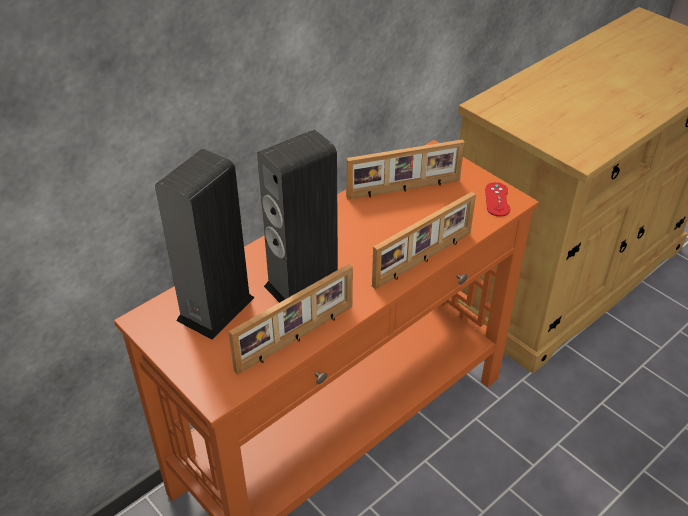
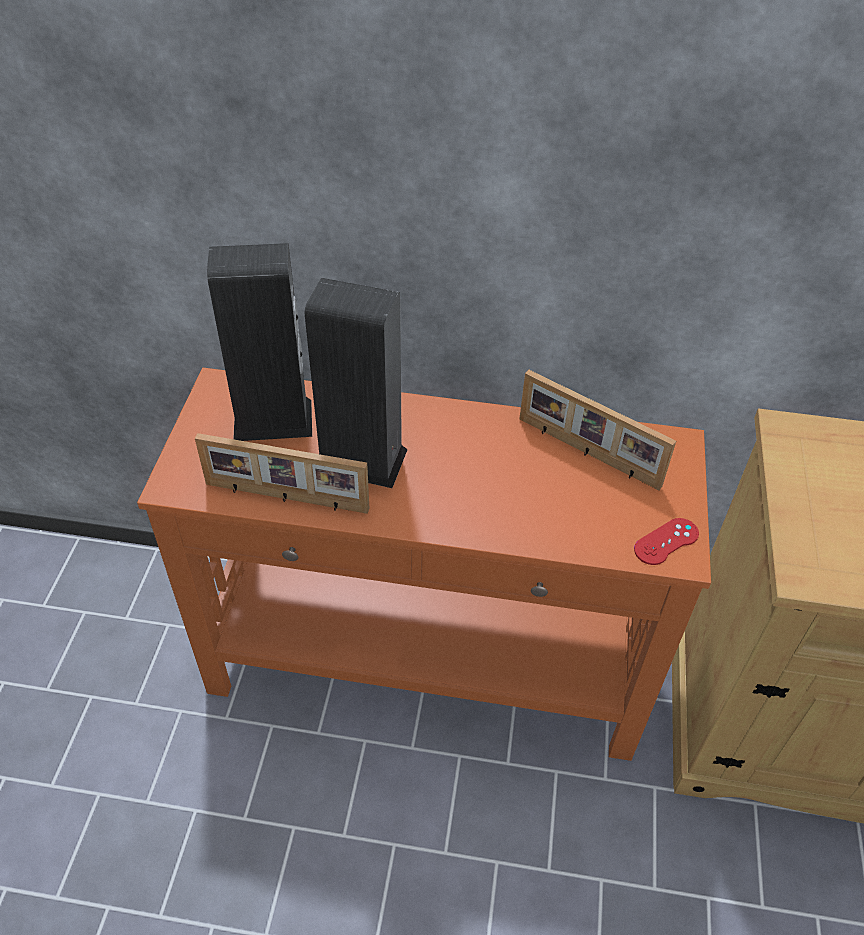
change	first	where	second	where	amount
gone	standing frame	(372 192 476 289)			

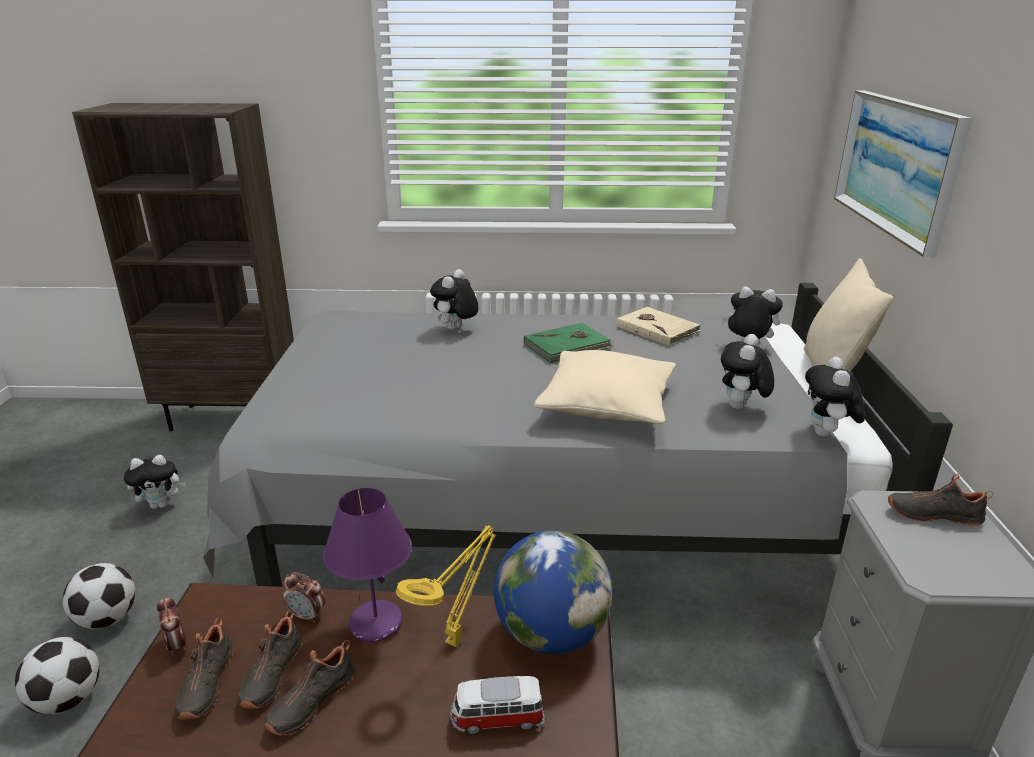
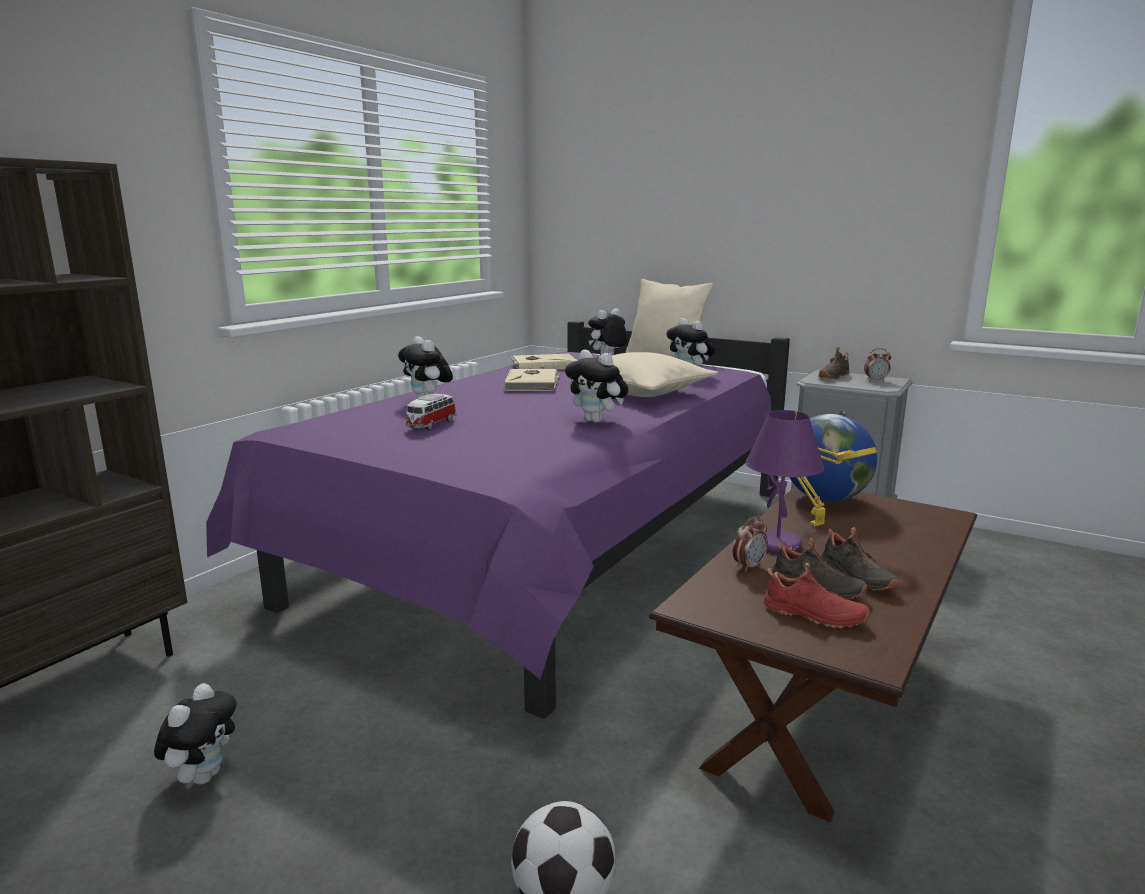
change	first	where	second	where	amount
gone	wall picture	(834 90 972 257)			
repainted	sleeping bed/grey	(203 283 953 587)	sleeping bed/purple	(206 321 790 719)	
repainted	bound book/greenish	(524 323 614 363)	bound book/beige-coloured	(504 369 560 391)	
shifted	plush toy	(805 357 865 437)		(565 350 629 423)	
gone	football	(63 563 135 629)			
shifted	table clock	(157 596 186 656)		(864 348 891 381)	
repainted	low shoe/blackish	(175 617 234 720)	low shoe/red-coloured	(764 563 870 628)	
shifted	toy car	(450 676 545 734)		(406 394 457 430)	

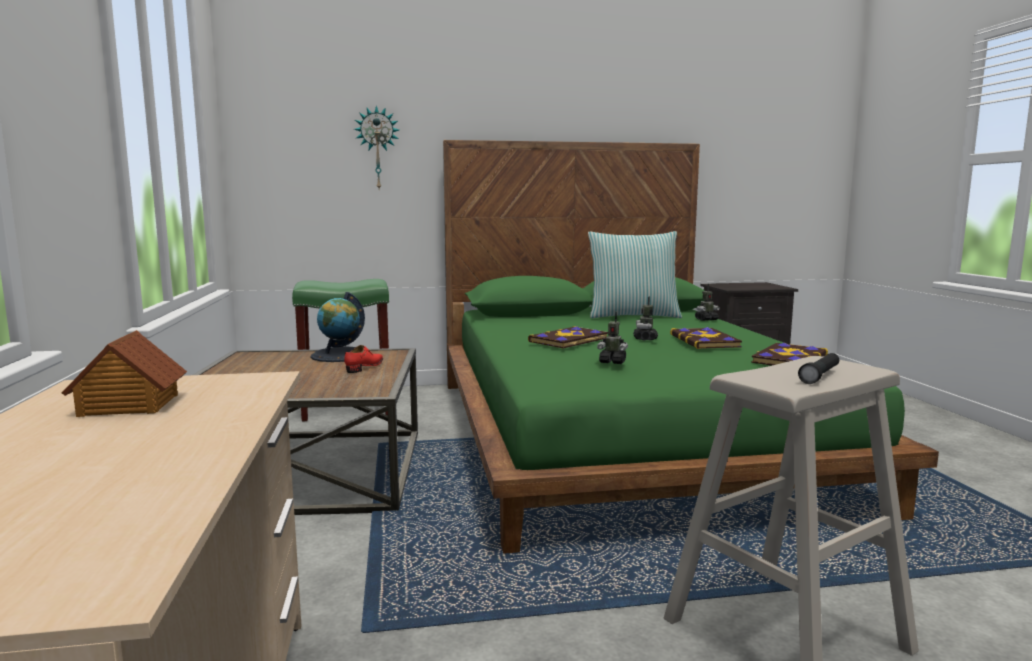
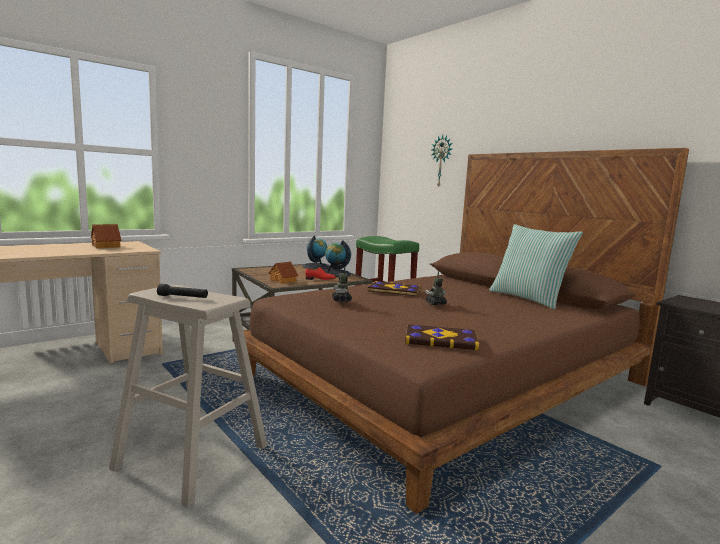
change	first	where	second	where	amount
repainted	sleeping bed/greenish	(443 140 939 554)	sleeping bed/brownish	(232 148 689 514)	
gone	model robot	(695 284 720 321)			
gone	bound book	(670 327 742 349)			
new			world globe	(302 236 330 269)	
new			miniature house	(268 262 298 284)	

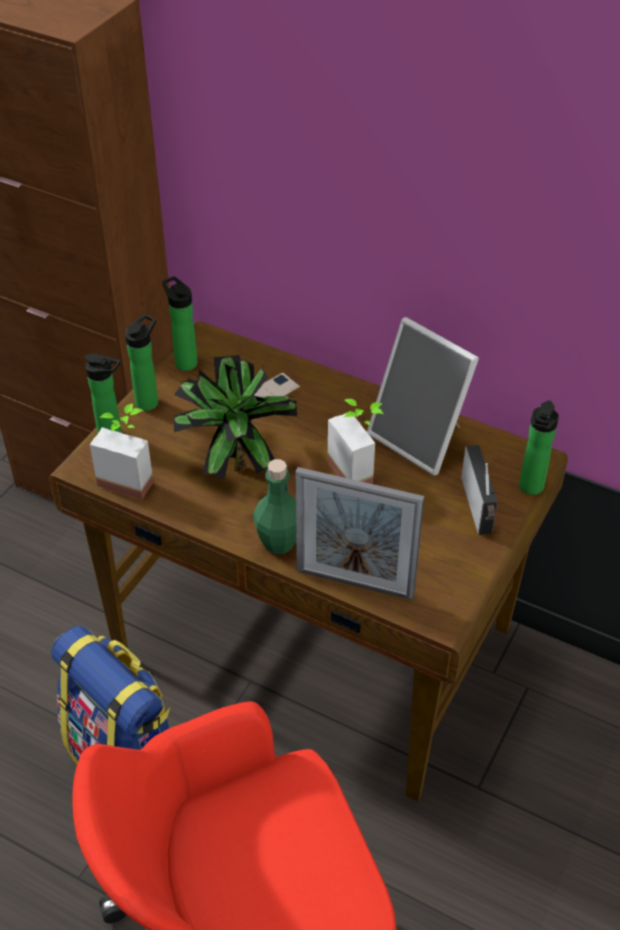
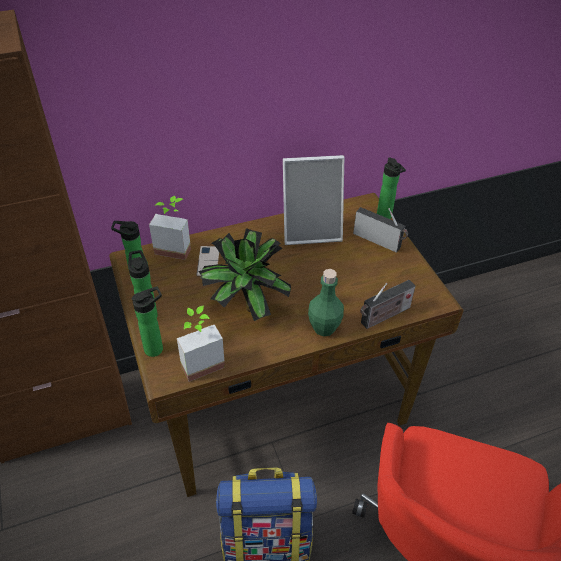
change	first	where	second	where	amount
shifted	houseplant	(328 399 383 484)		(149 196 191 260)	
swapped	standing frame	(296 467 424 600)	radio	(360 280 415 329)	

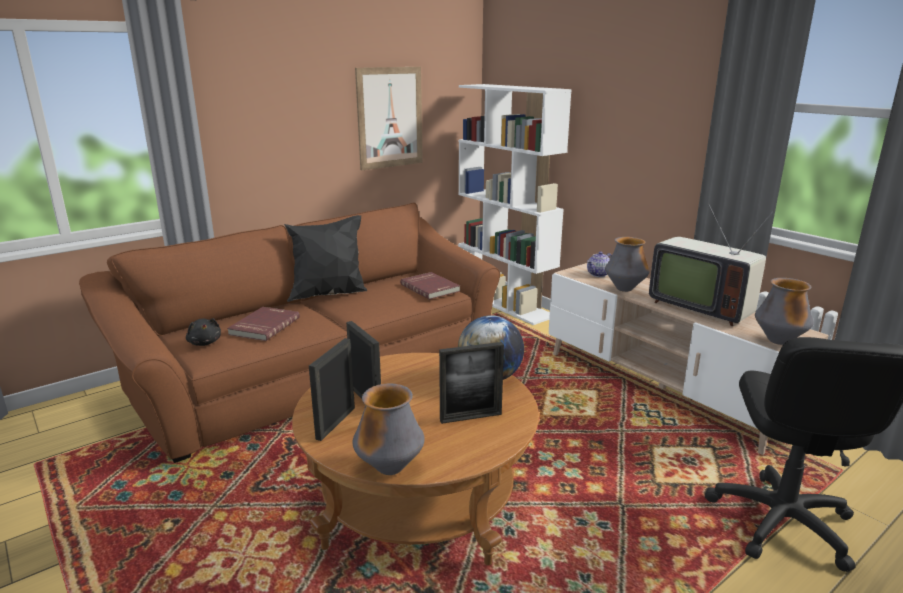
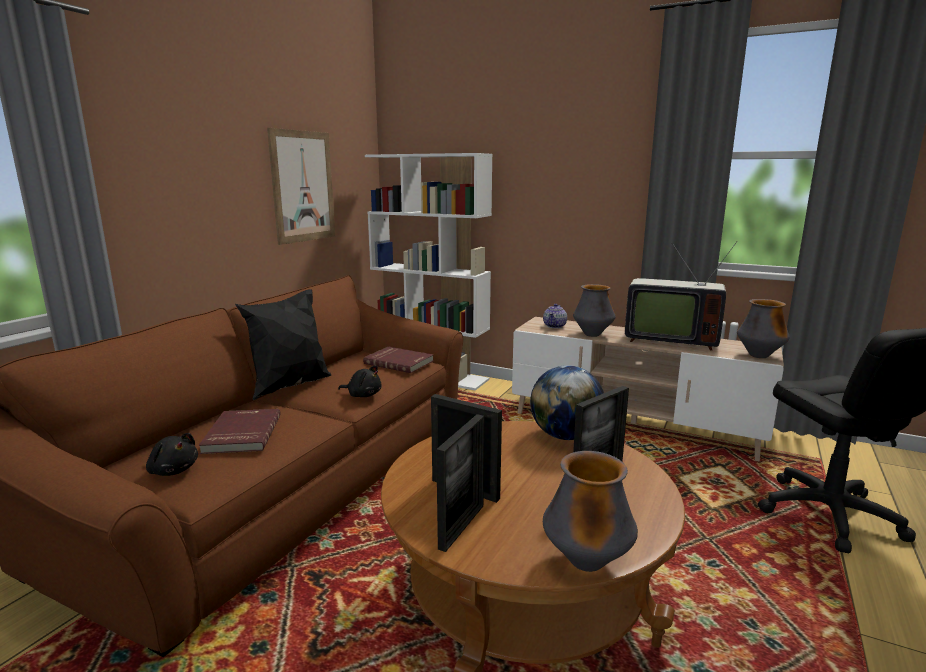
change	first	where	second	where	amount
rotated	standing frame	(309 338 355 441)		(436 414 484 552)	150 degrees counterclockwise
new			plush toy/blackish	(338 365 382 397)	

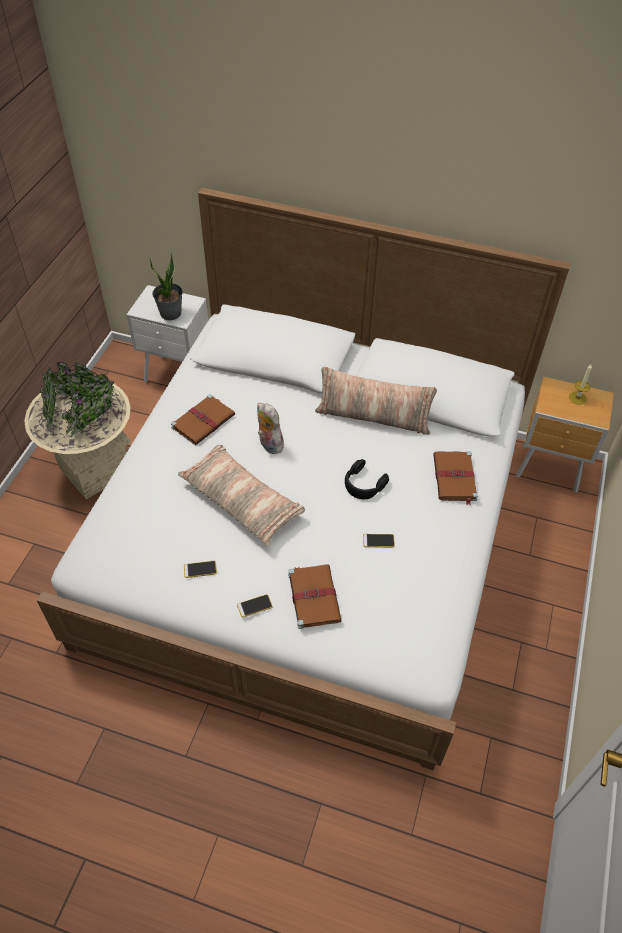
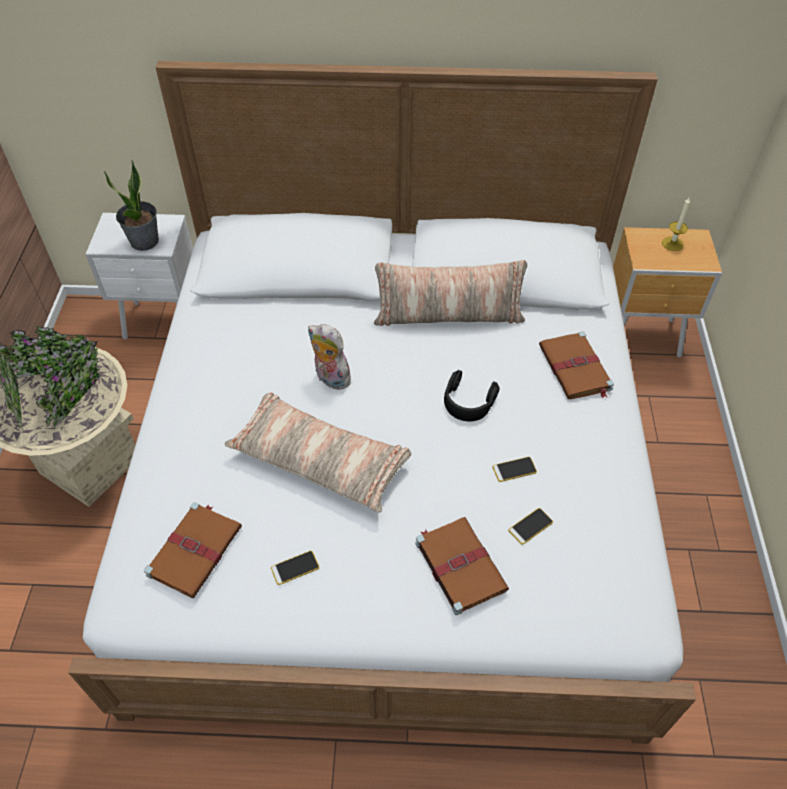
change	first	where	second	where	amount
shifted	bound book/brownish	(171 394 235 445)		(144 502 242 599)	
shifted	handset	(237 594 273 617)		(509 508 553 545)	

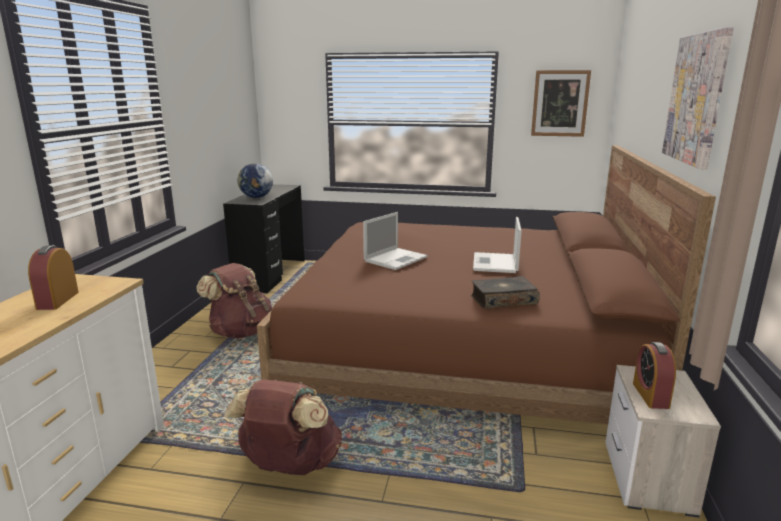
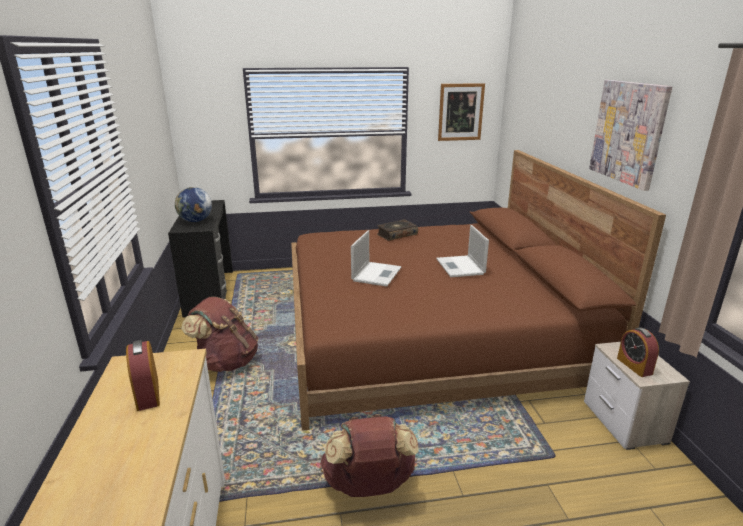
change	first	where	second	where	amount
shifted	bound book	(471 276 540 309)		(377 219 418 241)	

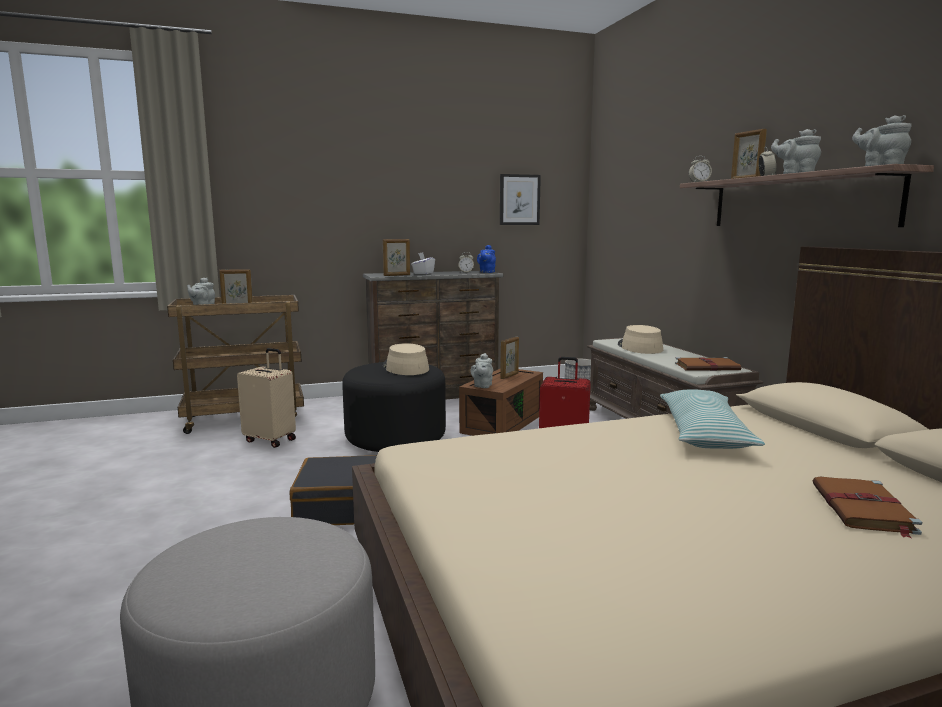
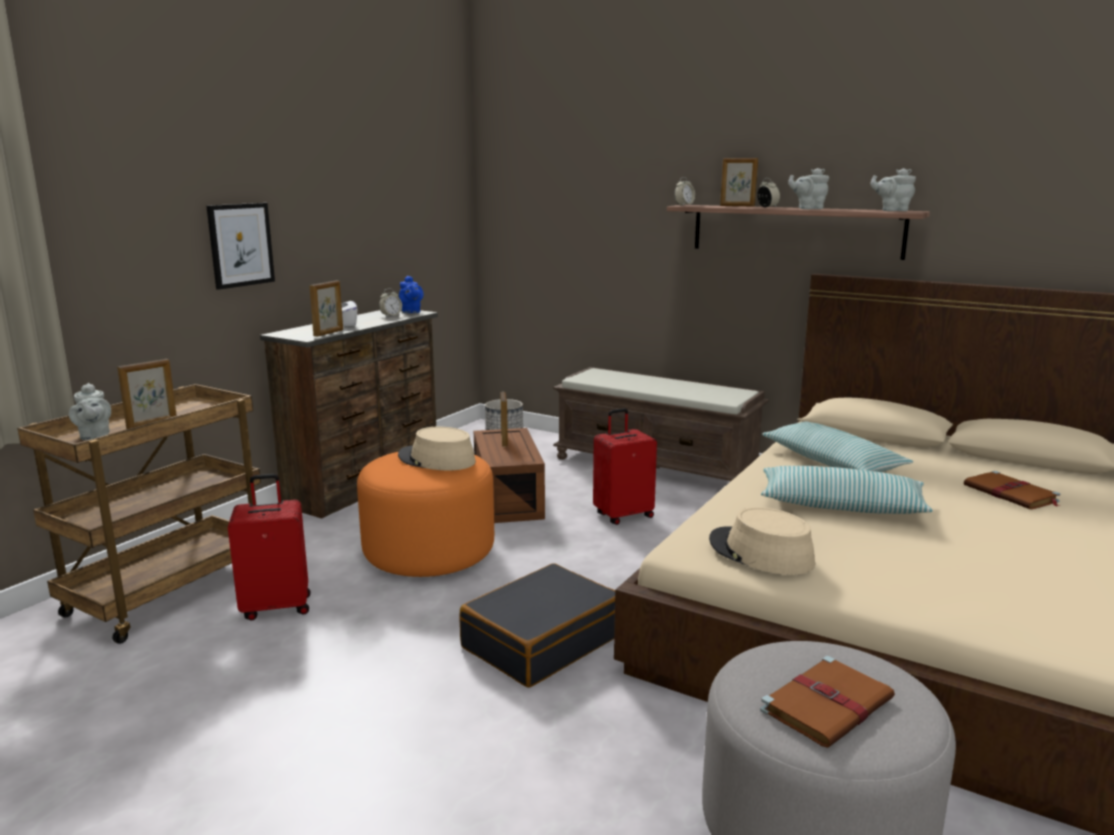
change	first	where	second	where	amount
shifted	wall picture	(500 174 541 225)		(206 203 275 290)	
shifted	hat/beige-coloured	(618 325 663 354)		(709 507 815 575)	
repainted	travel case/beige-coloured	(237 348 296 448)	travel case/red-coloured	(228 474 311 621)	
gone	teapot/grey	(470 353 493 388)			
shifted	bound book/brownish	(675 357 741 371)		(760 656 895 748)	
repainted	ottoman/blackish	(342 362 446 452)	ottoman/orange-coloured	(357 452 494 577)	
new			cushion	(761 466 933 514)	

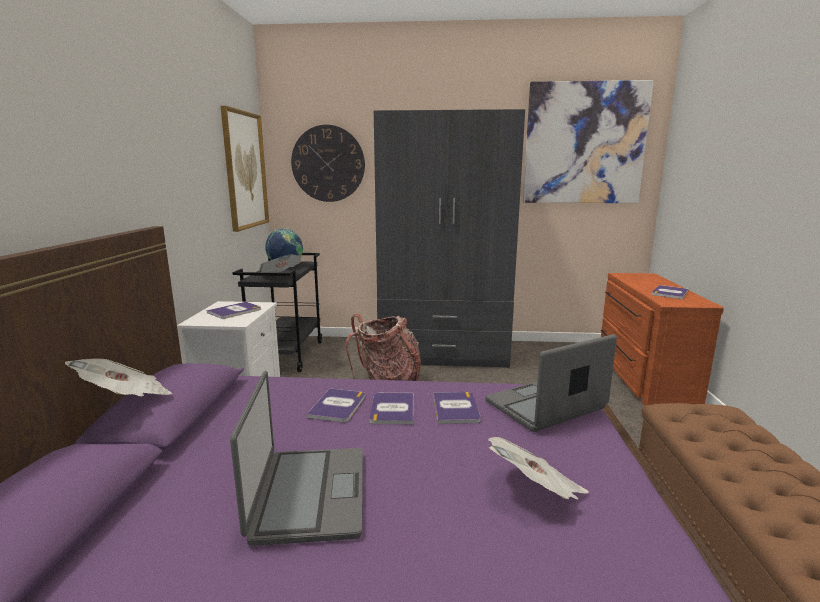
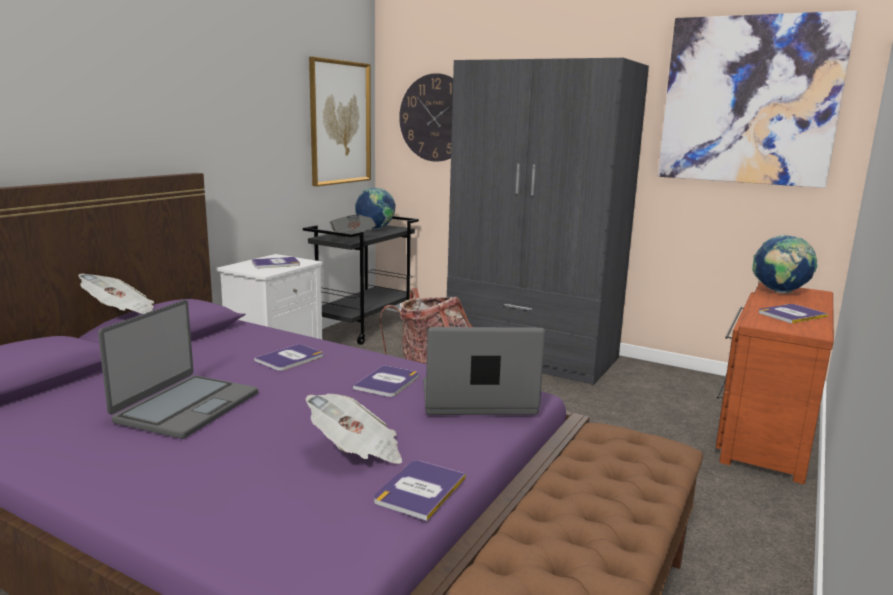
change	first	where	second	where	amount
shifted	bound book	(370 393 414 425)		(374 460 466 521)	
new			world globe	(752 235 817 293)	

